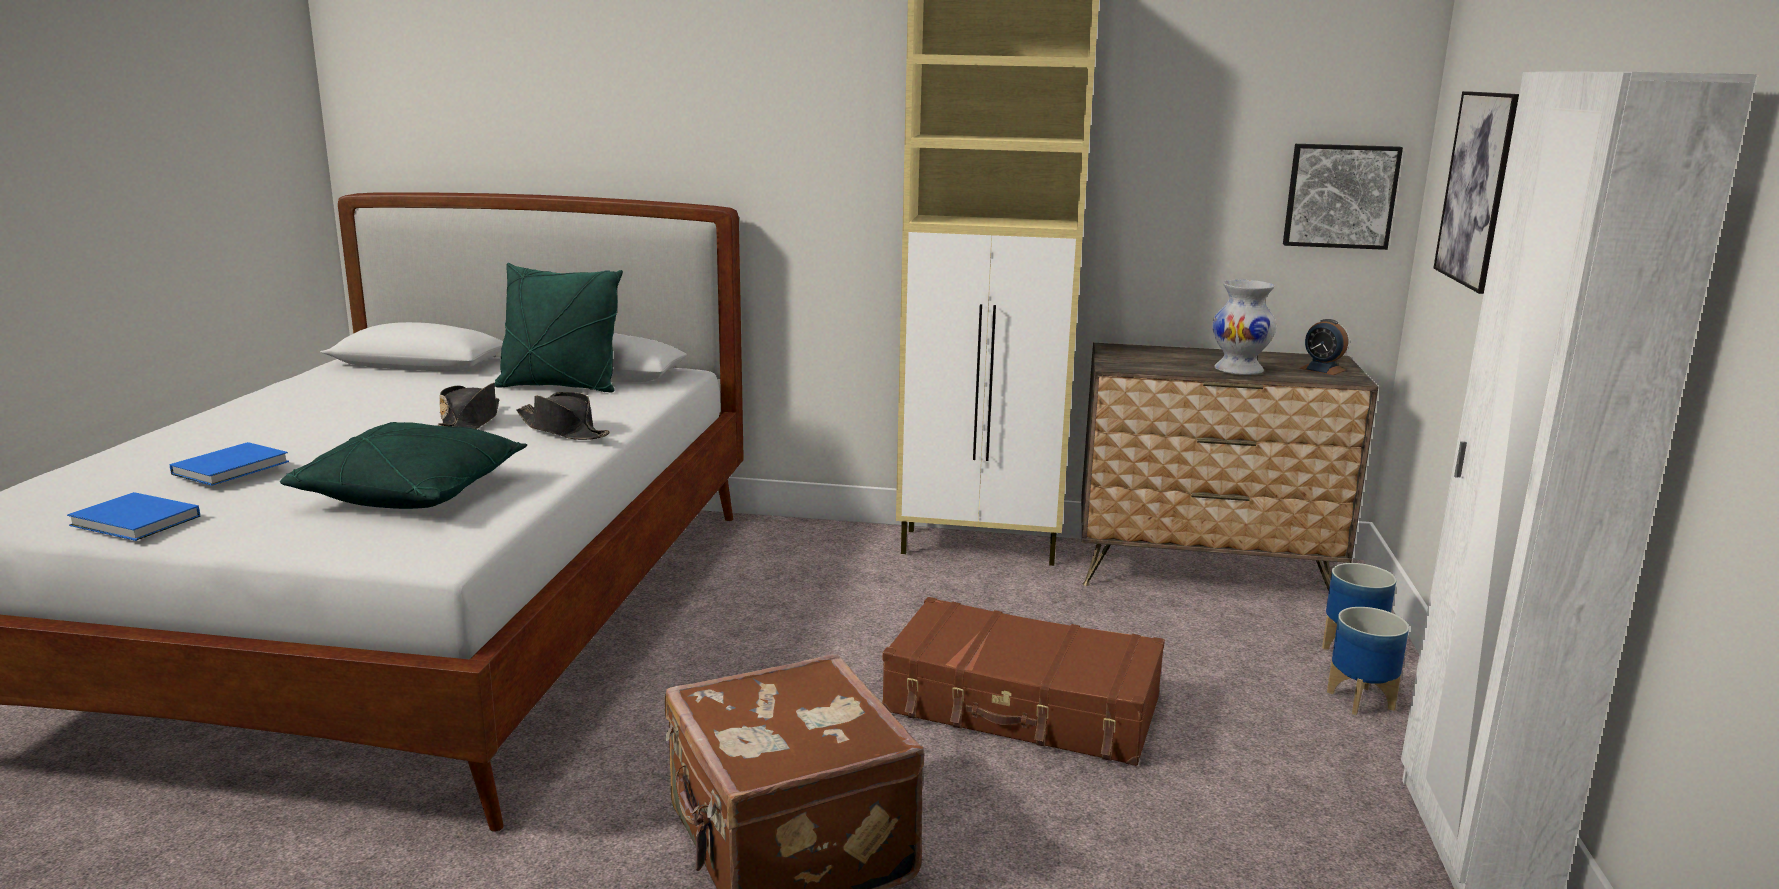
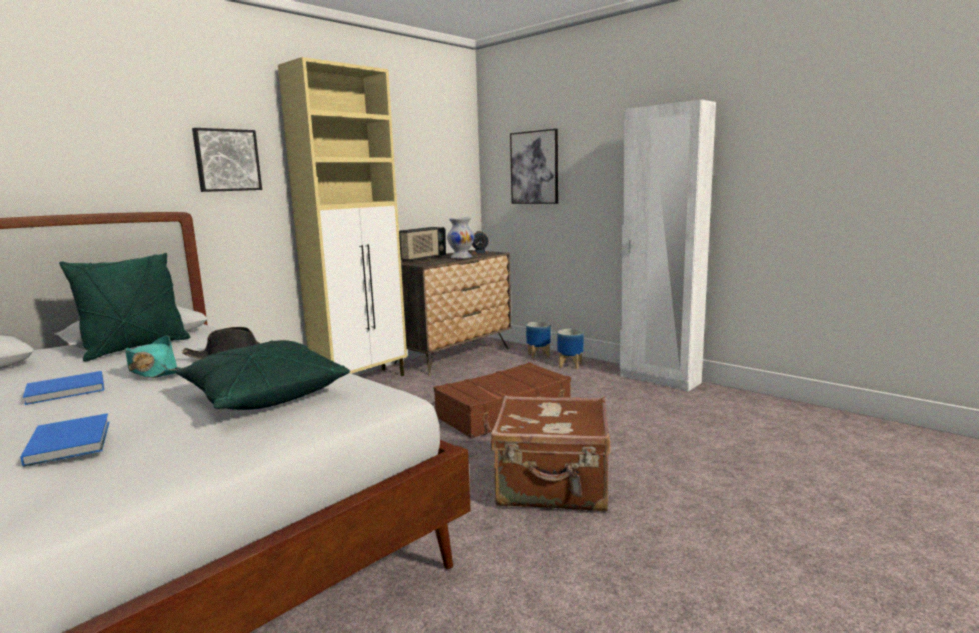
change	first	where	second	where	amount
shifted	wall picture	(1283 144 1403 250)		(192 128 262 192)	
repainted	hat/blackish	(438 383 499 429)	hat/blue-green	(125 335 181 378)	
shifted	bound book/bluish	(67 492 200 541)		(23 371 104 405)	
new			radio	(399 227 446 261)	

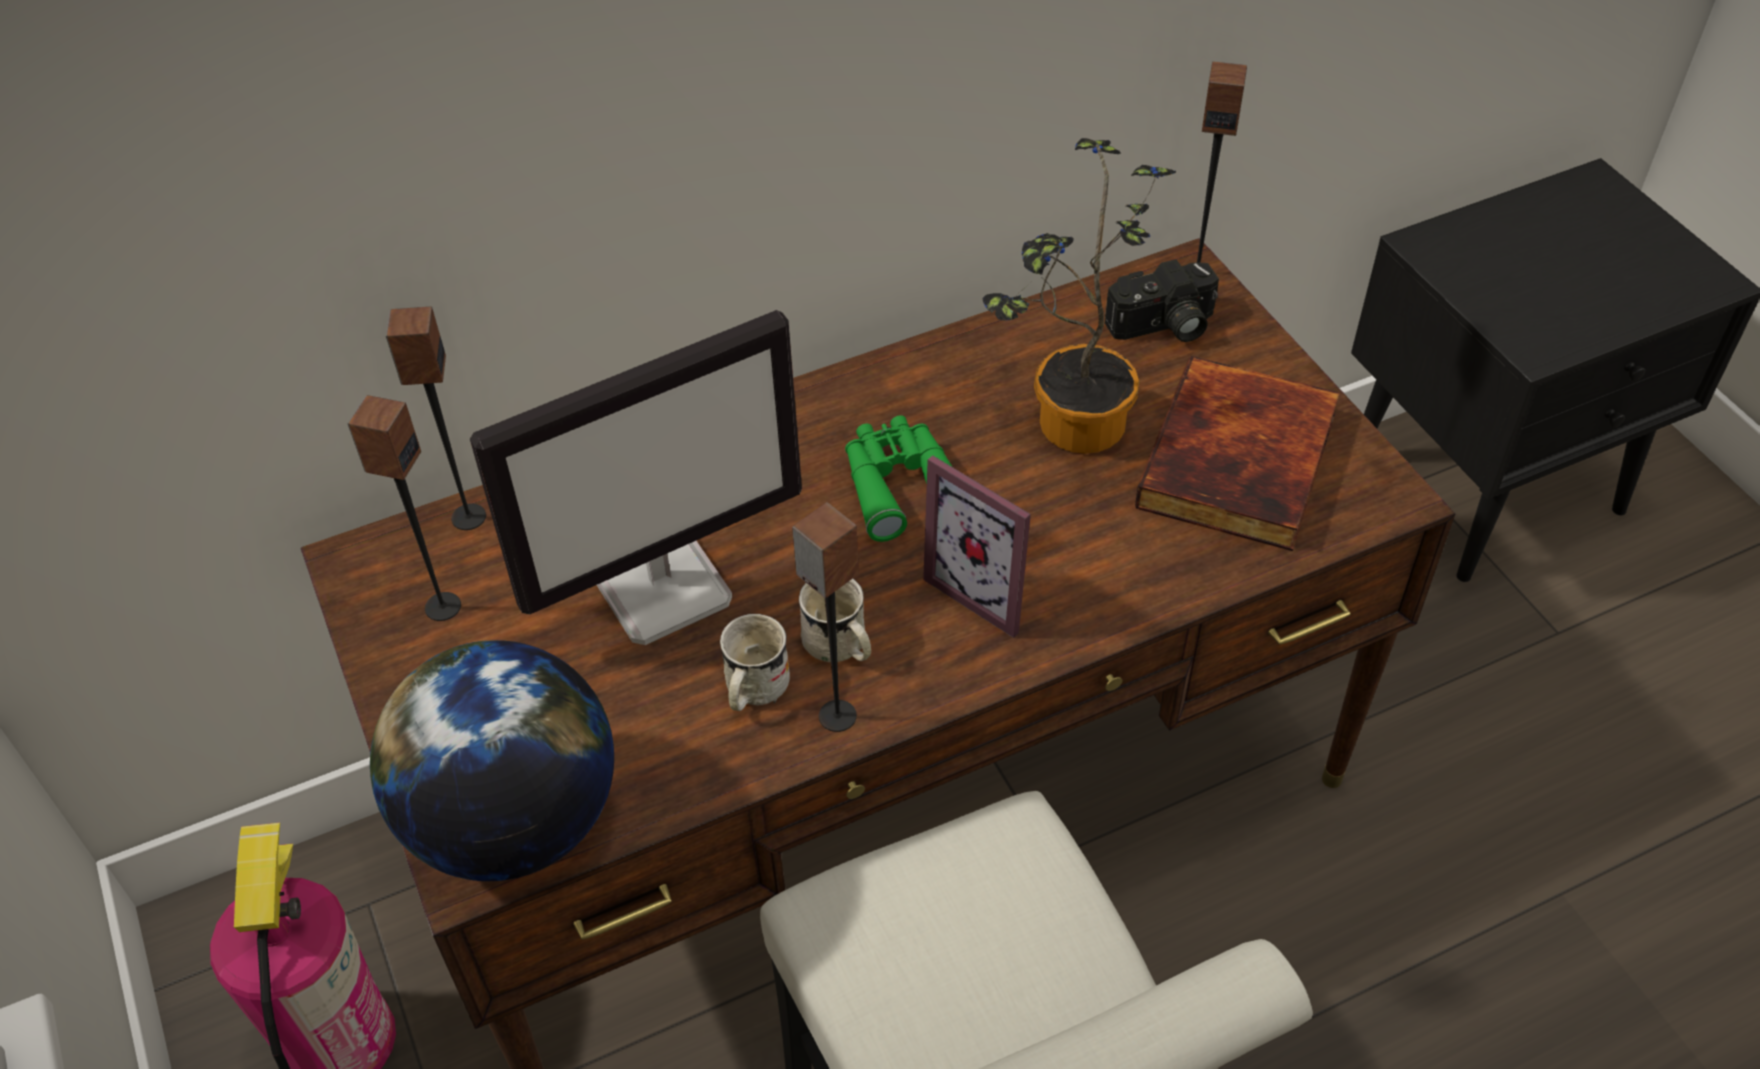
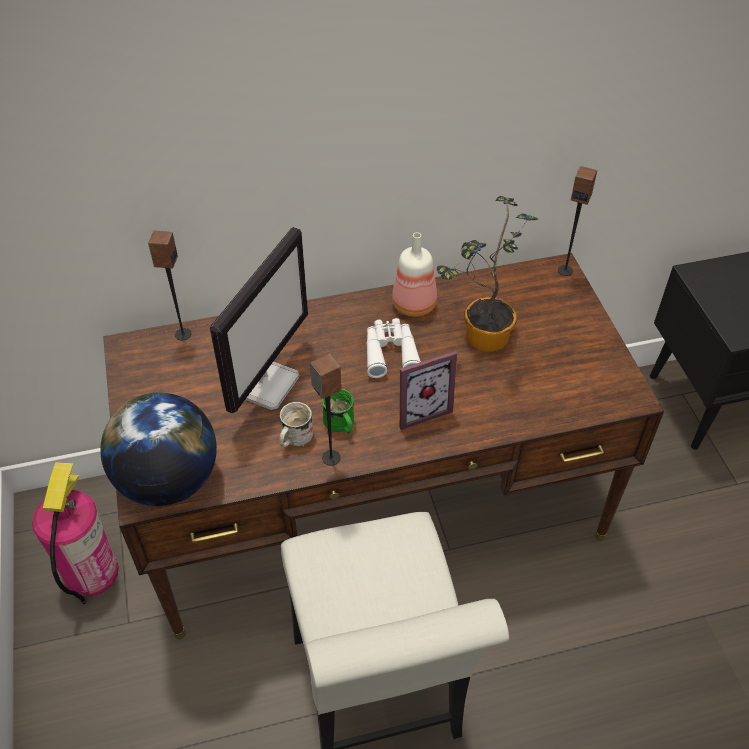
change	first	where	second	where	amount
gone	still camera	(1105 259 1219 342)			
rotated	computer screen	(470 310 802 645)		(210 227 308 413)	45 degrees counterclockwise
gone	bound book	(1135 356 1340 551)			
gone	audio speaker	(347 395 461 621)			
repainted	pair of binoculars/greenish	(845 415 952 542)	pair of binoculars/whitish	(366 318 421 378)	
rotated	standing frame	(923 455 1031 638)		(400 351 457 430)	75 degrees counterclockwise
repainted	tea mug/whitish	(799 579 871 662)	tea mug/greenish	(322 388 354 434)	
new			bottle	(392 232 437 317)	

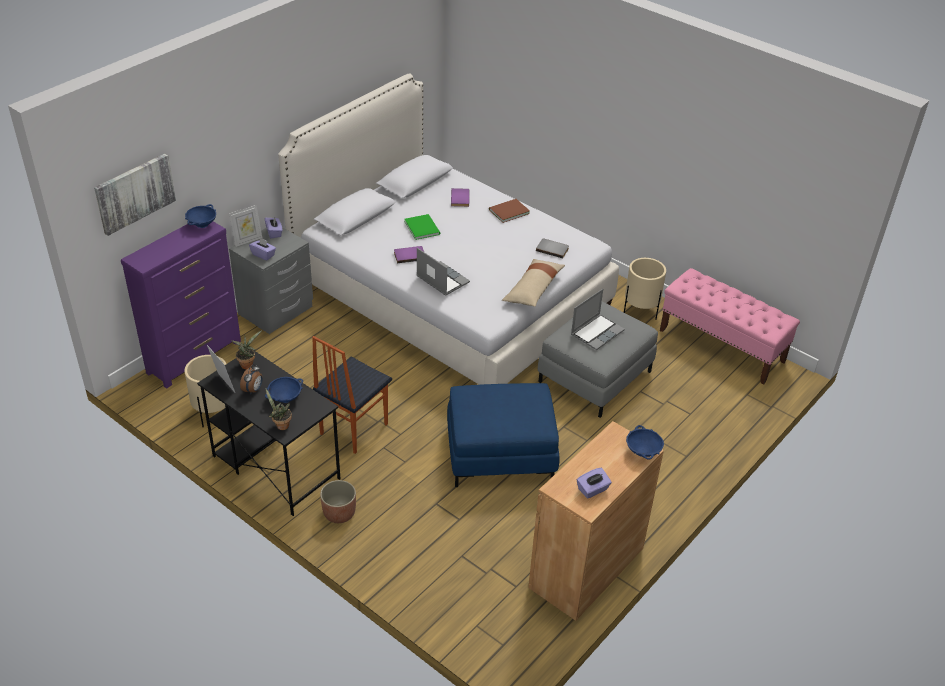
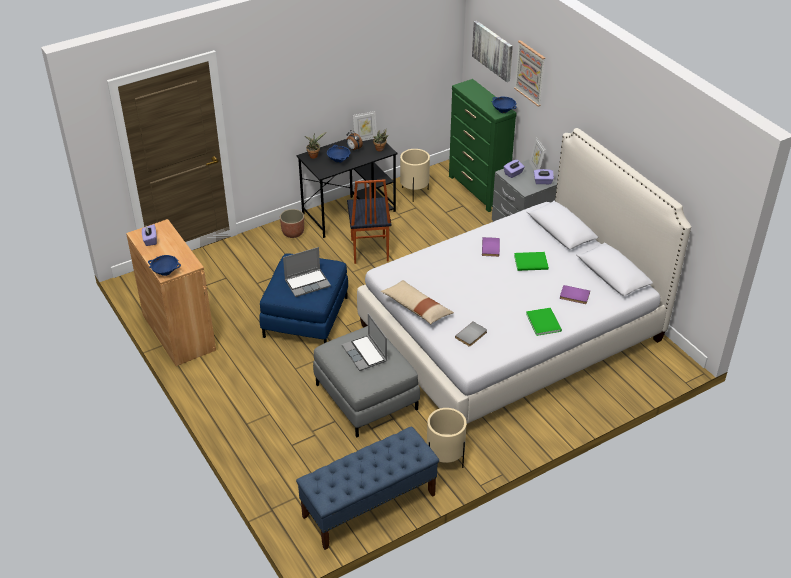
change	first	where	second	where	amount
repainted	bound book/brownish	(489 199 530 223)	bound book/greenish	(526 308 562 336)	
repainted	chest of drawers/purple	(121 221 241 388)	chest of drawers/greenish	(449 79 517 212)	
shifted	laptop	(417 248 470 296)		(283 247 331 297)	
repainted	bench/pinkish	(660 268 800 385)	bench/bluish	(296 426 439 550)	
rotated	plain chair	(312 336 392 454)		(347 179 391 264)	150 degrees counterclockwise
new			wall picture	(514 40 545 107)	

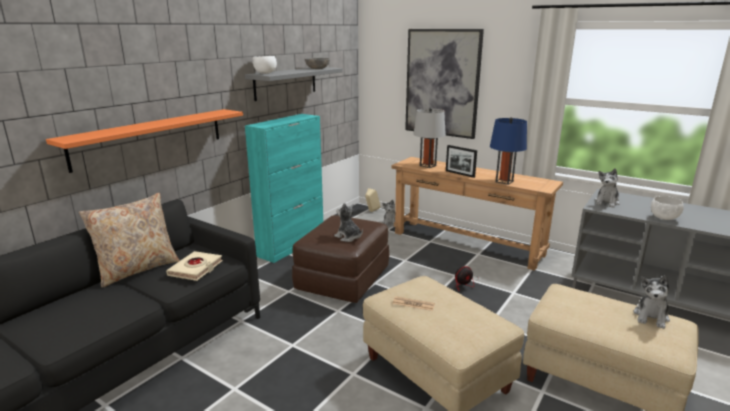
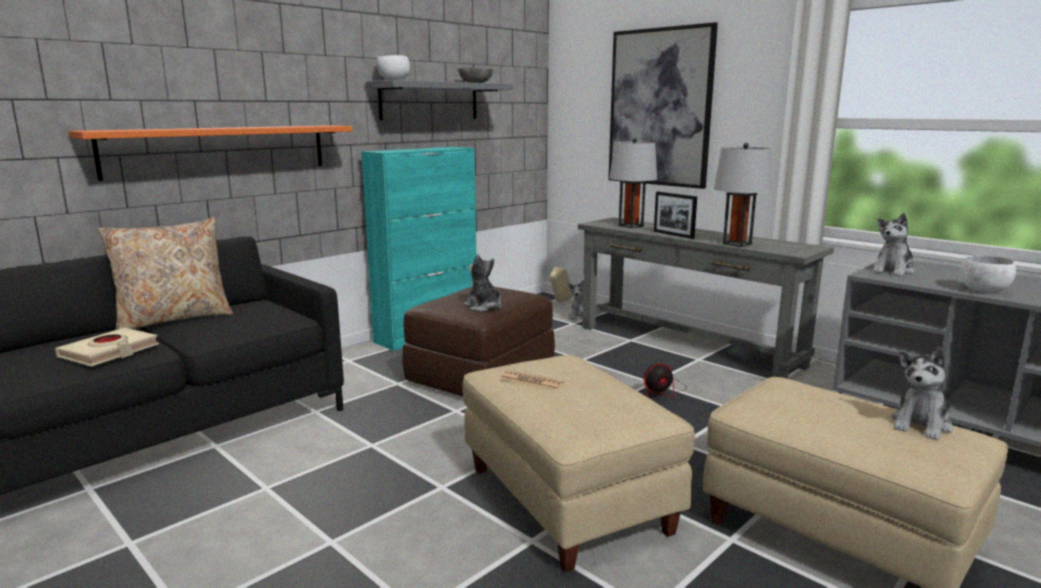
change	first	where	second	where	amount
repainted	lamp for a table/bluish	(490 117 527 185)	lamp for a table/grey	(714 143 771 247)	
repainted	narrow table/brownish	(392 157 563 271)	narrow table/grey	(578 217 834 379)	
shifted	bound book/beige-coloured	(166 251 223 281)		(55 328 159 367)	

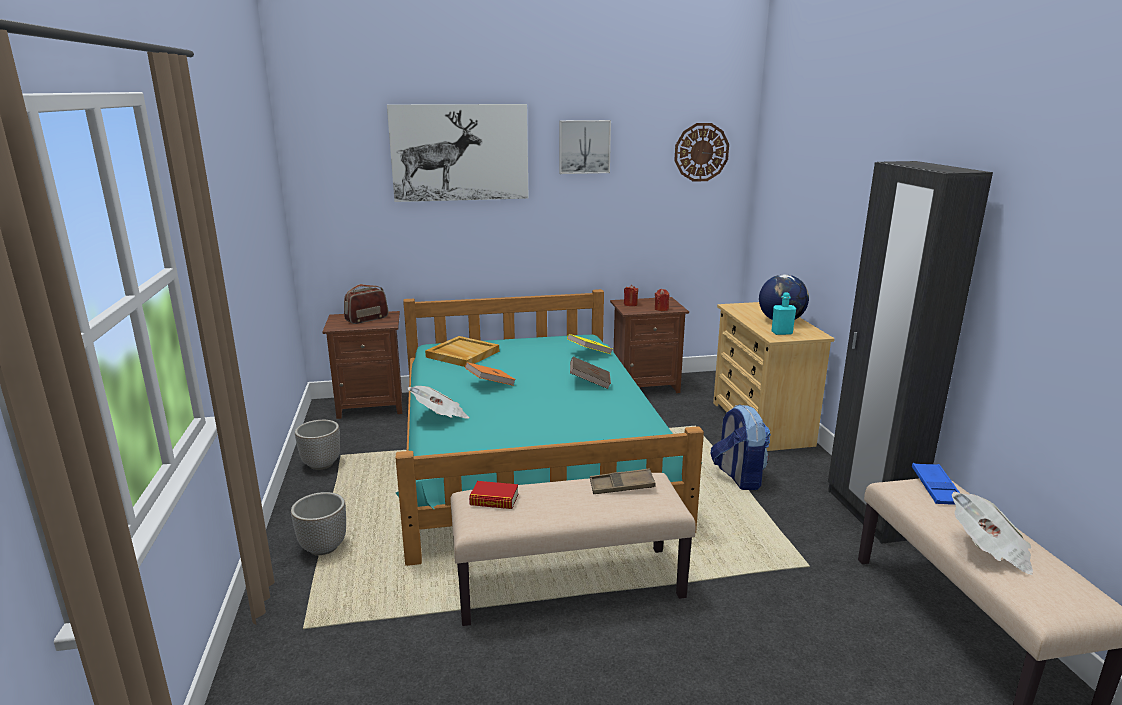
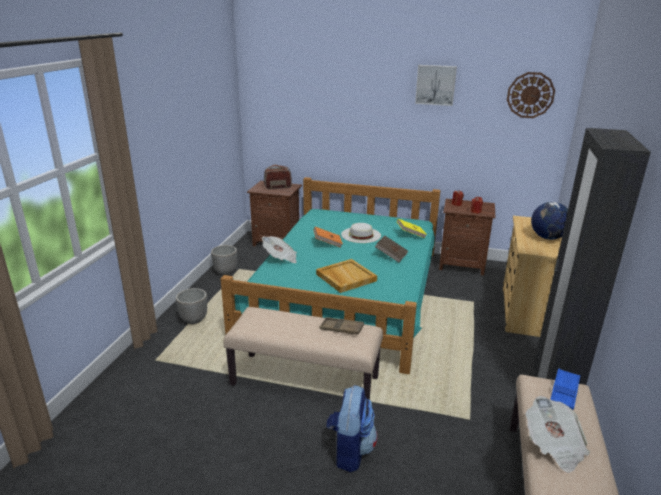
change	first	where	second	where	amount
gone	wall picture	(387 104 529 202)			
gone	bottle/blue-green	(771 292 796 335)			
shifted	carrying tray/beige-coloured	(425 336 499 367)		(316 259 377 293)	
shifted	knapsack	(710 404 771 490)		(326 385 377 472)	
gone	bound book	(469 481 518 509)			
new			hat/whitish	(341 223 381 243)	

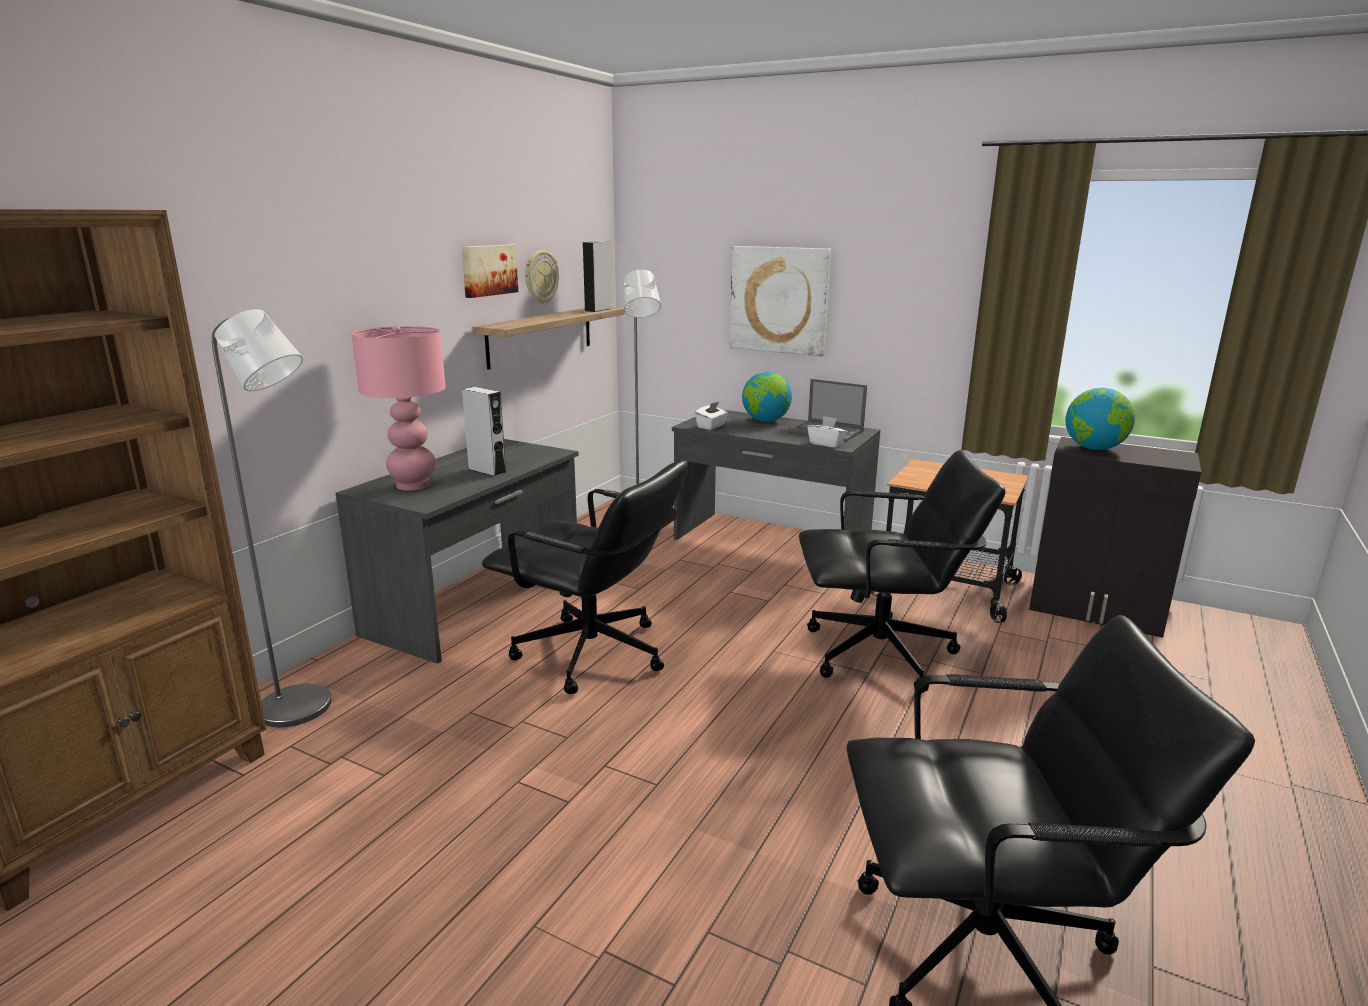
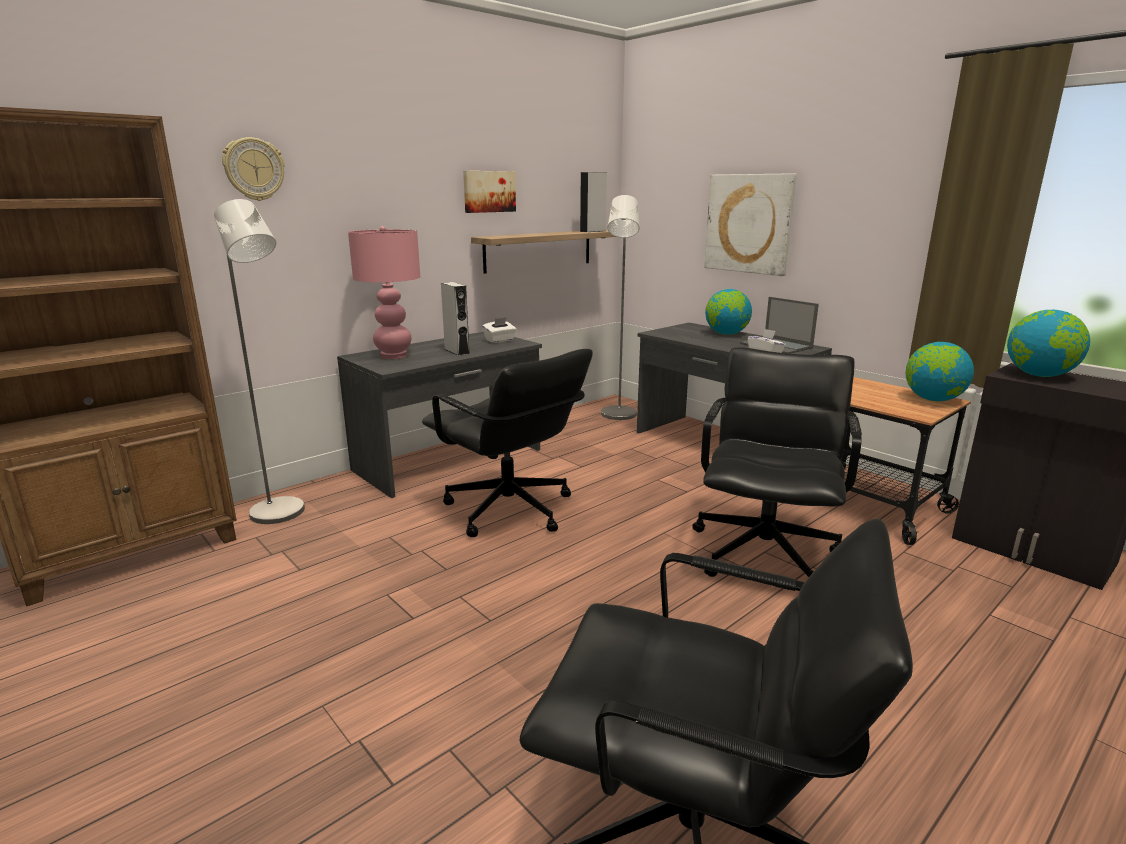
change	first	where	second	where	amount
shifted	wall clock	(525 250 559 304)		(222 137 285 201)	
shifted	tissue box/whitish	(695 402 728 430)		(482 317 516 343)	
rotated	office chair/blackish	(799 450 1006 693)		(692 347 862 577)	90 degrees counterclockwise
new			world globe	(906 342 974 401)	

